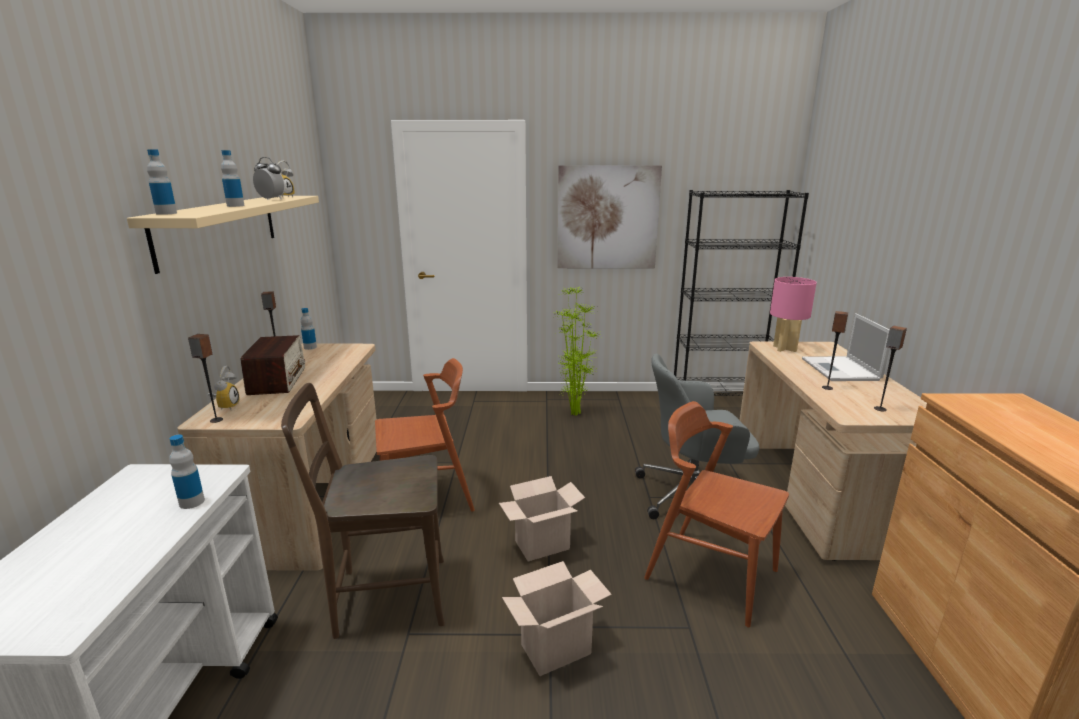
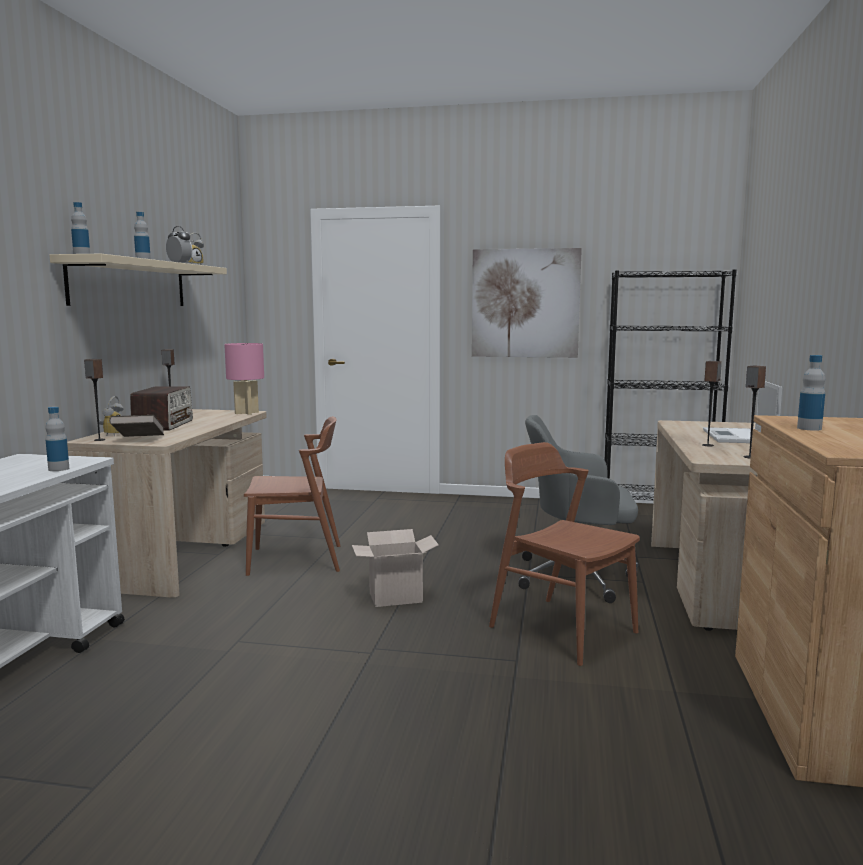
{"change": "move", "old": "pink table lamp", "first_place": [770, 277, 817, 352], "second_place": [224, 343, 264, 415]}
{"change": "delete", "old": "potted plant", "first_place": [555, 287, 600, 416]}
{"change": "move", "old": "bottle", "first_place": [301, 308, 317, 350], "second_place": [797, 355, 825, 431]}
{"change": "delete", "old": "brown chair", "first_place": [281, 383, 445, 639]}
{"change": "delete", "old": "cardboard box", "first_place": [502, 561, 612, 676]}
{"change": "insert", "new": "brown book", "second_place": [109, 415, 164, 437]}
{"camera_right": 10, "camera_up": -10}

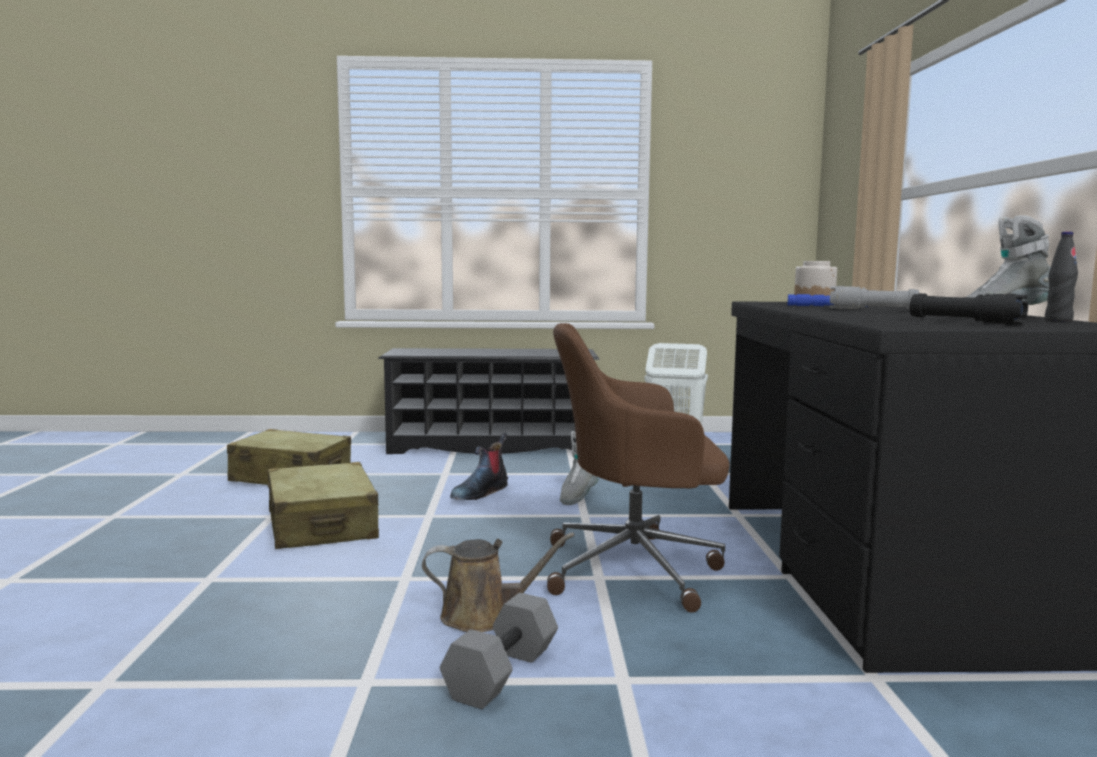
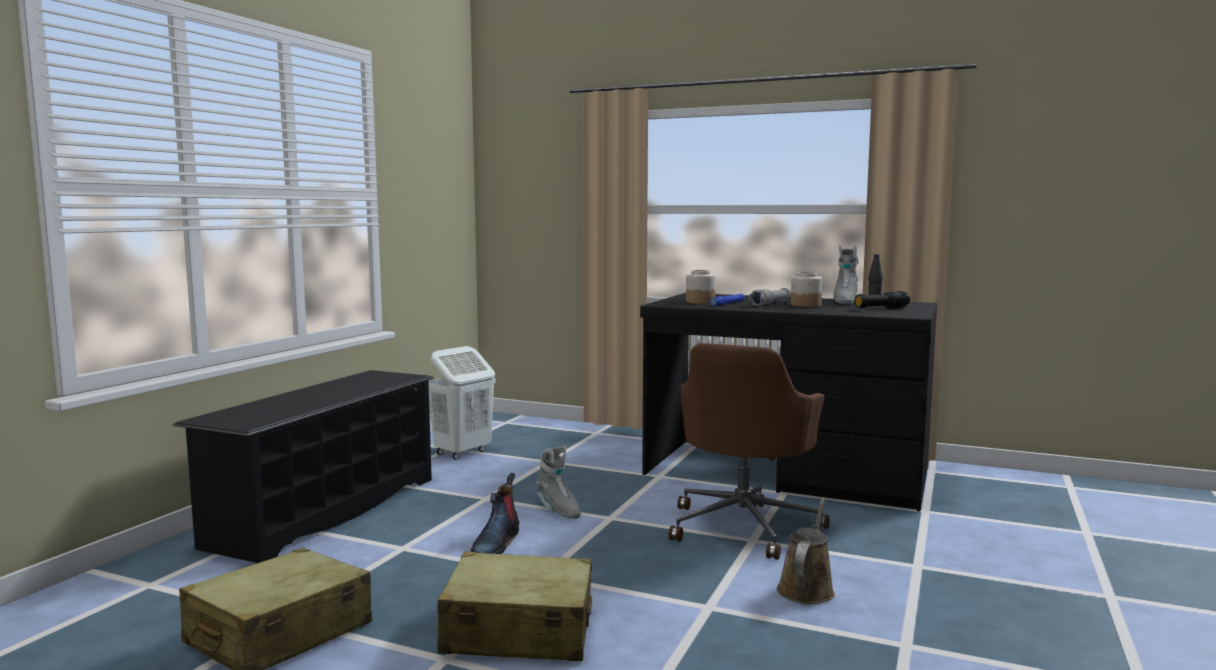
{"change": "rotate", "old": "boot", "first_place": [450, 433, 508, 500], "second_place": [471, 473, 519, 554], "degrees": 45}
{"change": "delete", "old": "grey dumbbell", "first_place": [440, 593, 558, 709]}
{"change": "insert", "new": "jar", "second_place": [791, 272, 822, 307]}
{"camera_right": -65, "camera_up": 0}

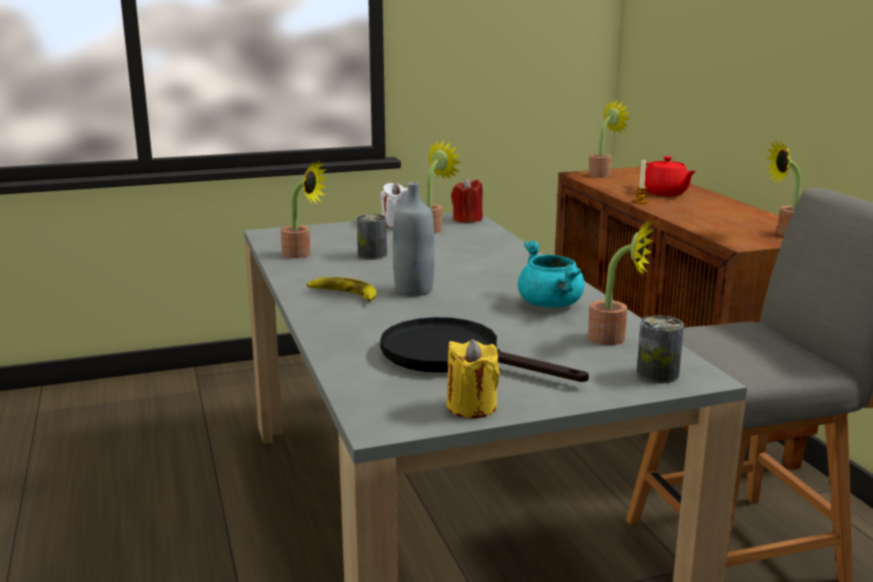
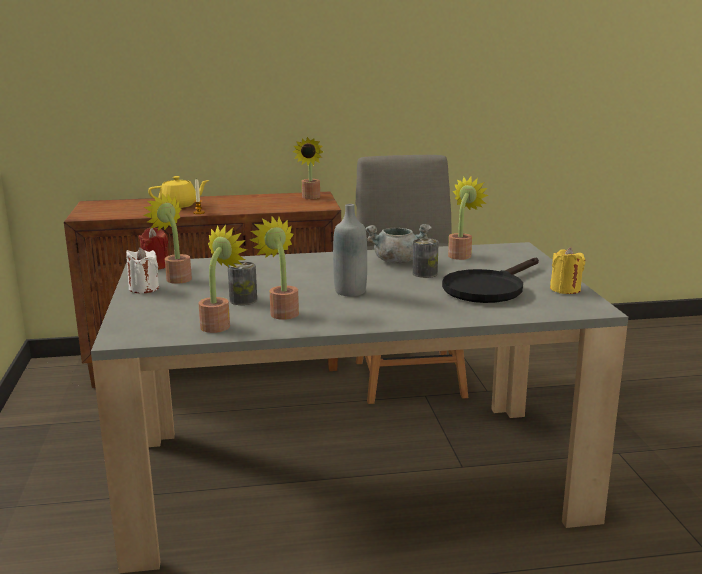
{"change": "move", "old": "potted plant", "first_place": [589, 100, 631, 178], "second_place": [250, 216, 299, 320]}
{"change": "recolor", "old": "red teapot", "new": "yellow teapot", "first_place": [644, 156, 696, 196], "second_place": [148, 176, 209, 208]}
{"change": "recolor", "old": "turquoise cooking pot", "new": "grey cooking pot", "first_place": [518, 241, 584, 308], "second_place": [365, 224, 432, 264]}
{"change": "delete", "old": "banana", "first_place": [307, 277, 377, 302]}
{"change": "move", "old": "can", "first_place": [637, 315, 684, 383], "second_place": [412, 238, 439, 278]}
{"camera_right": -80, "camera_up": 0}

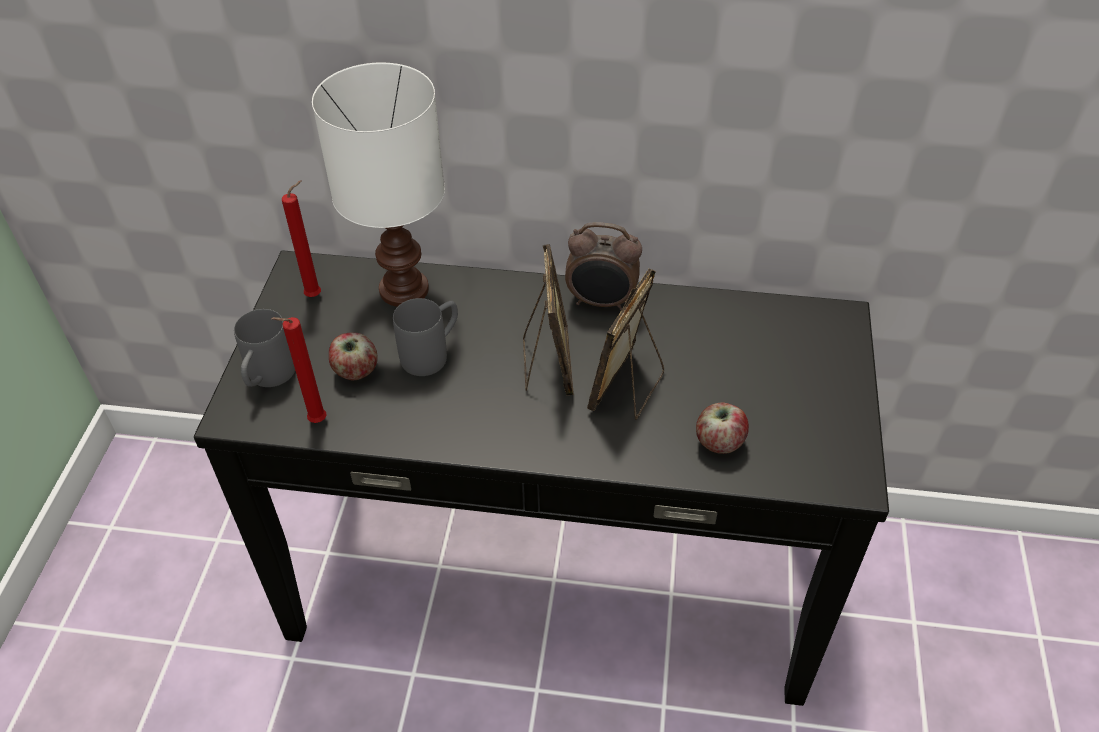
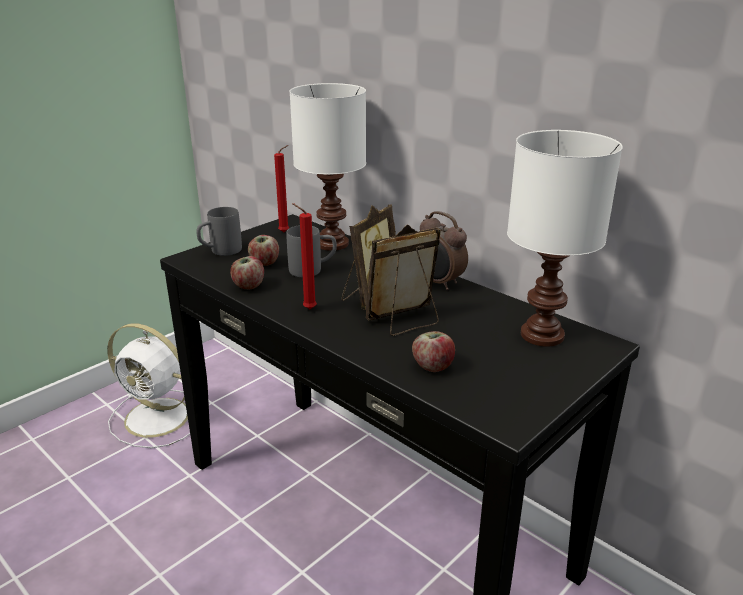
{"change": "move", "old": "red candle", "first_place": [271, 317, 326, 423], "second_place": [292, 203, 317, 309]}
{"change": "insert", "new": "white table lamp", "second_place": [507, 130, 623, 347]}
{"change": "insert", "new": "apple", "second_place": [230, 256, 264, 289]}
{"change": "insert", "new": "white fan", "second_place": [107, 323, 190, 448]}
{"camera_right": 35, "camera_up": -20}

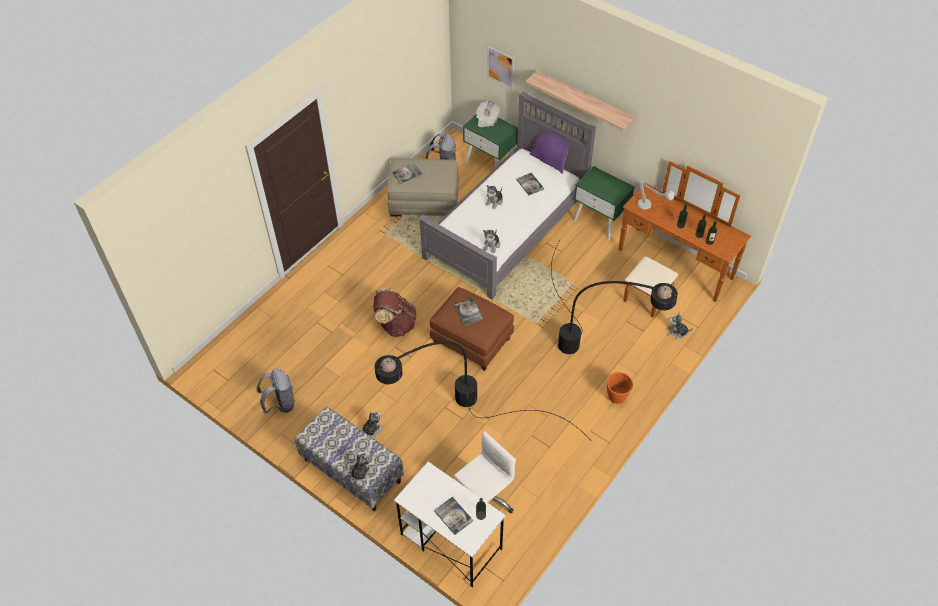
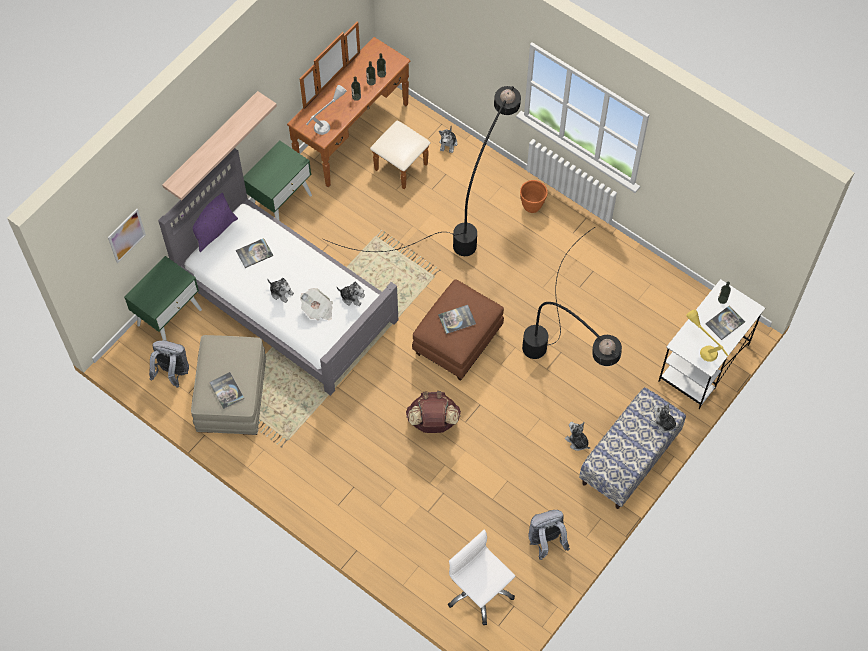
{"change": "move", "old": "newspaper", "first_place": [476, 100, 500, 127], "second_place": [300, 288, 333, 320]}
{"change": "move", "old": "white office chair", "first_place": [454, 431, 516, 513], "second_place": [448, 530, 515, 625]}
{"change": "insert", "new": "yellow table lamp", "second_place": [686, 310, 729, 362]}
{"camera_right": -90, "camera_up": 10}

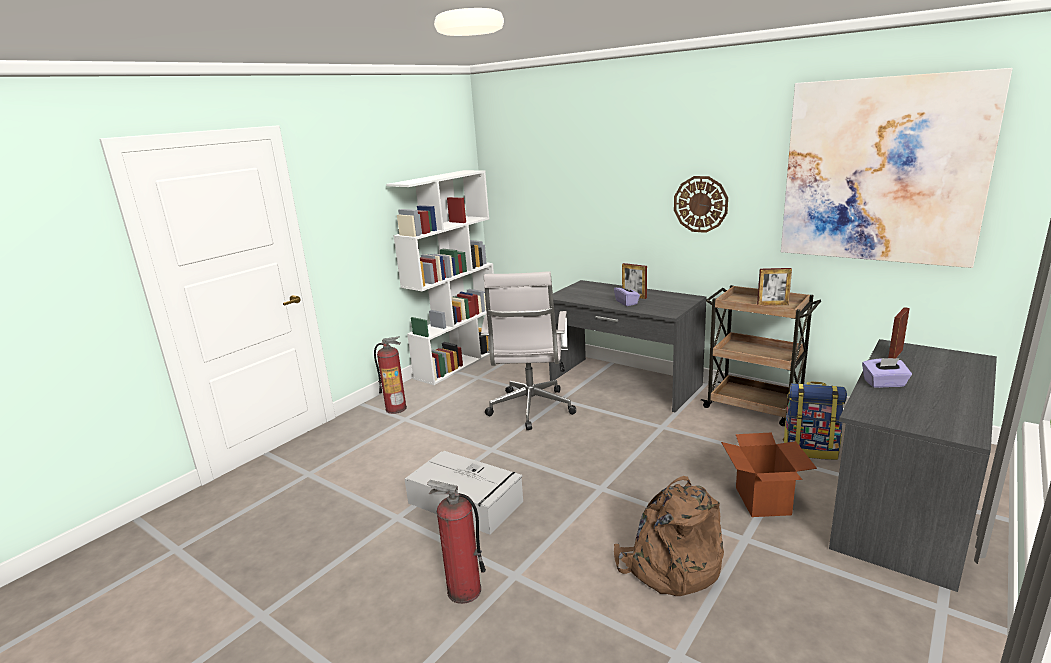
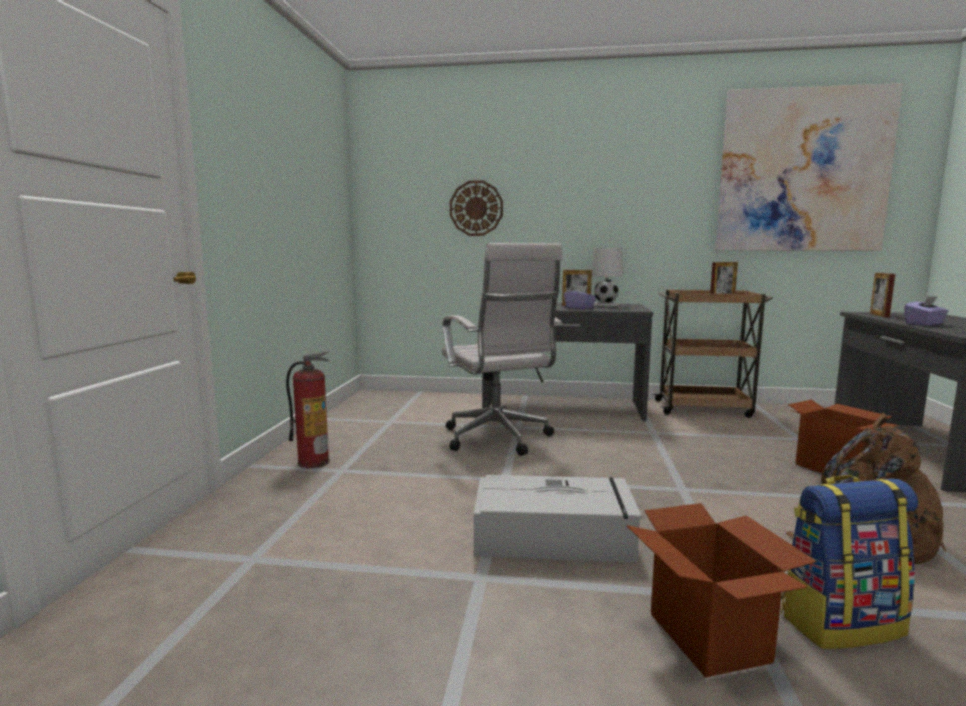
{"change": "delete", "old": "white bookcase", "first_place": [386, 170, 494, 385]}
{"change": "move", "old": "wall clock", "first_place": [674, 176, 728, 233], "second_place": [450, 180, 503, 236]}
{"change": "move", "old": "backpack", "first_place": [783, 381, 847, 460], "second_place": [781, 475, 918, 649]}
{"change": "replace", "old": "fire extinguisher", "new": "cardboard box", "first_place": [427, 480, 486, 604], "second_place": [626, 503, 817, 678]}
{"change": "insert", "new": "white table lamp", "second_place": [591, 248, 624, 306]}
{"camera_right": -30, "camera_up": -10}

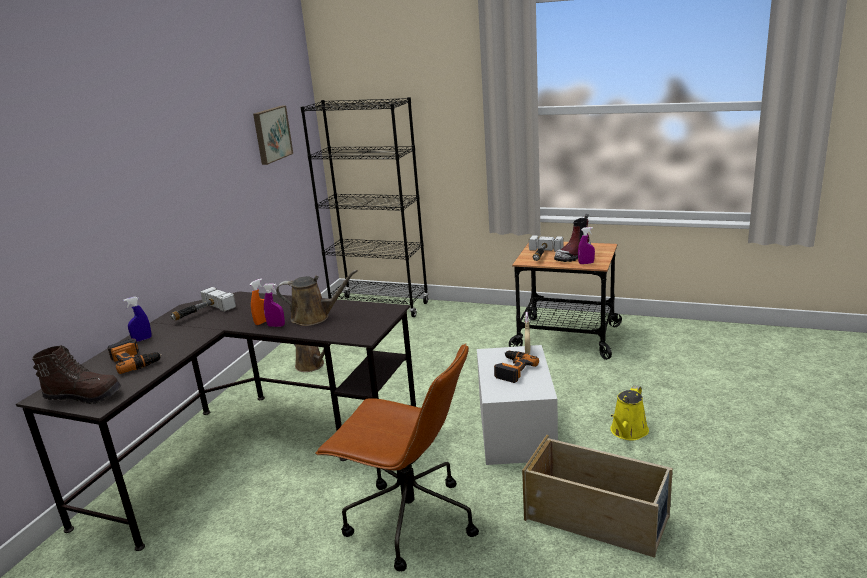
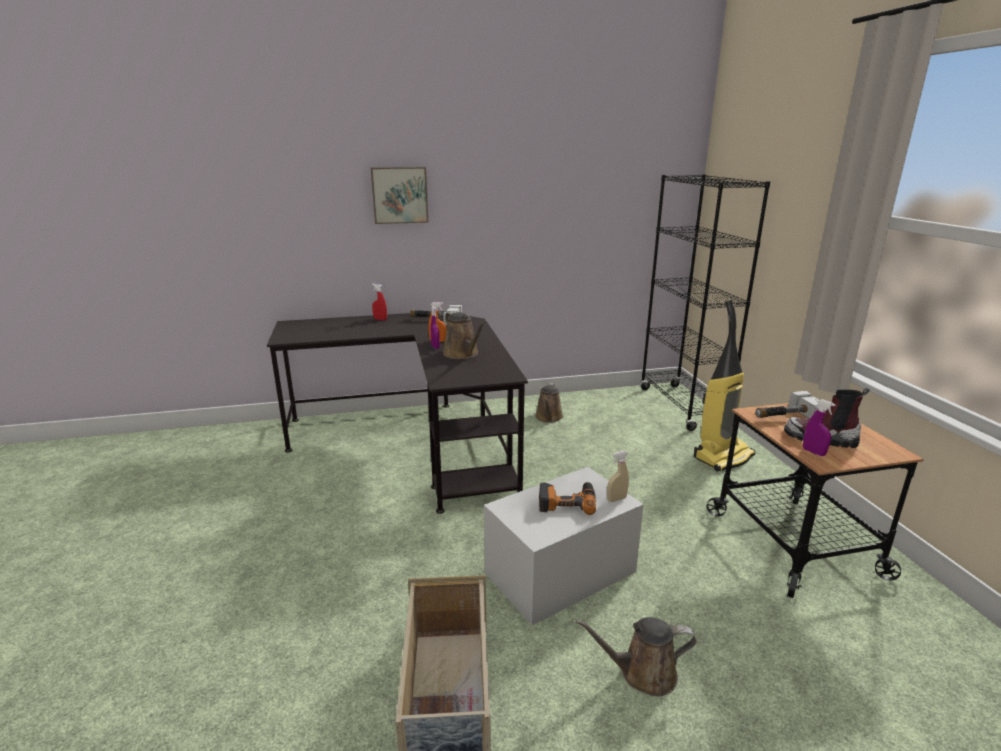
{"change": "move", "old": "picture", "first_place": [253, 106, 293, 165], "second_place": [371, 167, 428, 224]}
{"change": "recolor", "old": "blue spray bottle", "new": "red spray bottle", "first_place": [123, 297, 152, 342], "second_place": [372, 284, 387, 320]}
{"change": "delete", "old": "power drill", "first_place": [108, 338, 162, 374]}
{"change": "delete", "old": "brown office chair", "first_place": [315, 343, 479, 572]}
{"change": "delete", "old": "brown boot", "first_place": [32, 345, 121, 404]}
{"change": "recolor", "old": "yellow watering can", "new": "brown watering can", "first_place": [610, 386, 649, 440], "second_place": [575, 617, 697, 696]}
{"change": "insert", "new": "vacuum cleaner", "second_place": [693, 300, 755, 472]}
{"camera_right": 55, "camera_up": 0}

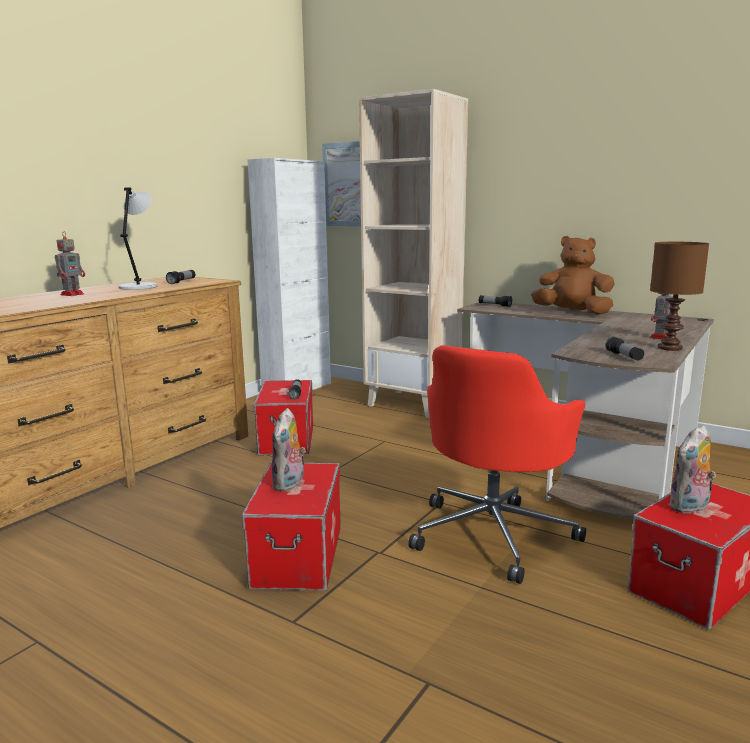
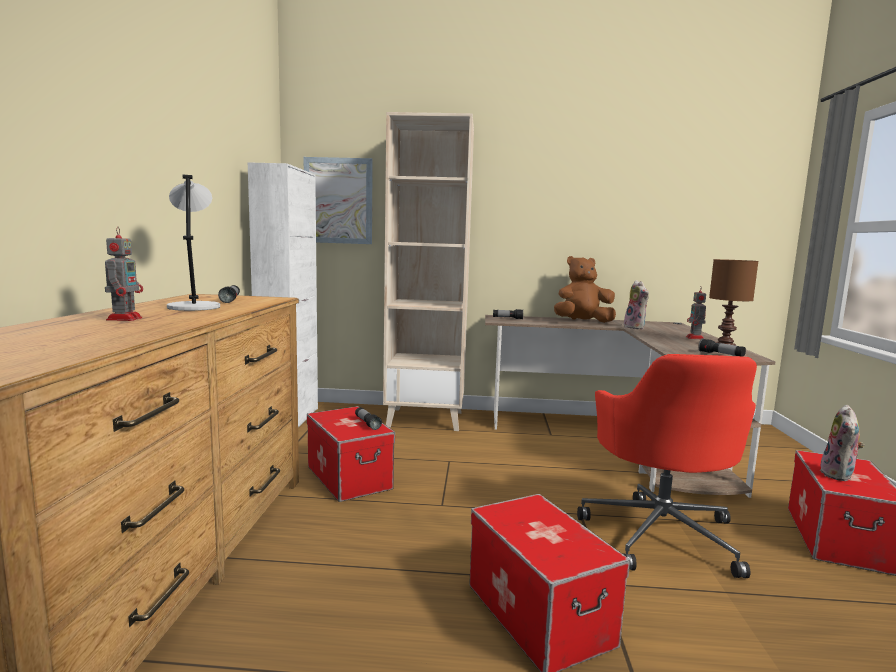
{"change": "move", "old": "plush toy", "first_place": [272, 408, 306, 492], "second_place": [624, 280, 649, 330]}
{"camera_right": -30, "camera_up": -5}

